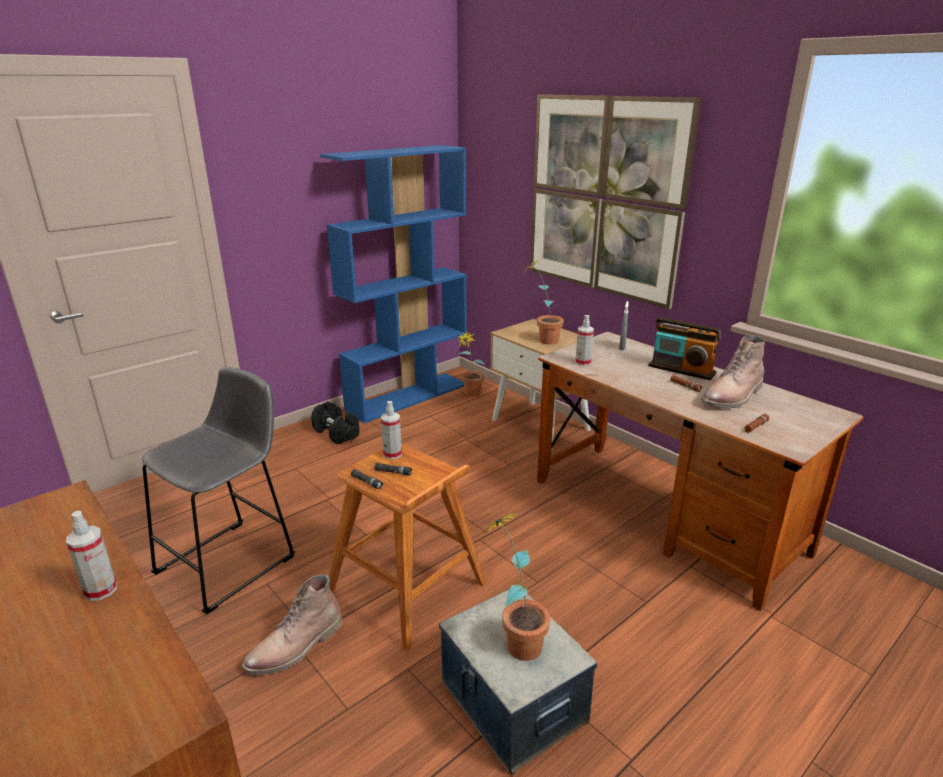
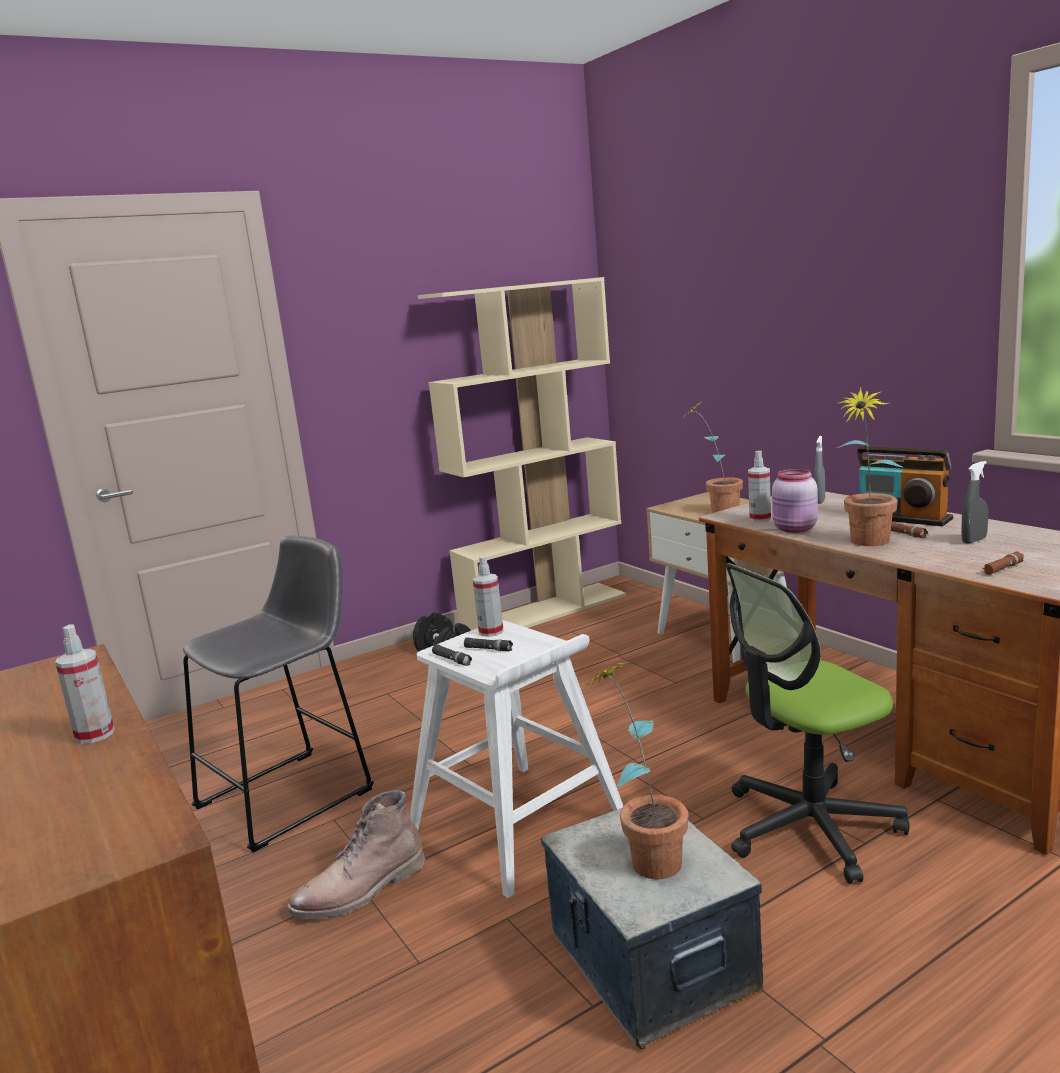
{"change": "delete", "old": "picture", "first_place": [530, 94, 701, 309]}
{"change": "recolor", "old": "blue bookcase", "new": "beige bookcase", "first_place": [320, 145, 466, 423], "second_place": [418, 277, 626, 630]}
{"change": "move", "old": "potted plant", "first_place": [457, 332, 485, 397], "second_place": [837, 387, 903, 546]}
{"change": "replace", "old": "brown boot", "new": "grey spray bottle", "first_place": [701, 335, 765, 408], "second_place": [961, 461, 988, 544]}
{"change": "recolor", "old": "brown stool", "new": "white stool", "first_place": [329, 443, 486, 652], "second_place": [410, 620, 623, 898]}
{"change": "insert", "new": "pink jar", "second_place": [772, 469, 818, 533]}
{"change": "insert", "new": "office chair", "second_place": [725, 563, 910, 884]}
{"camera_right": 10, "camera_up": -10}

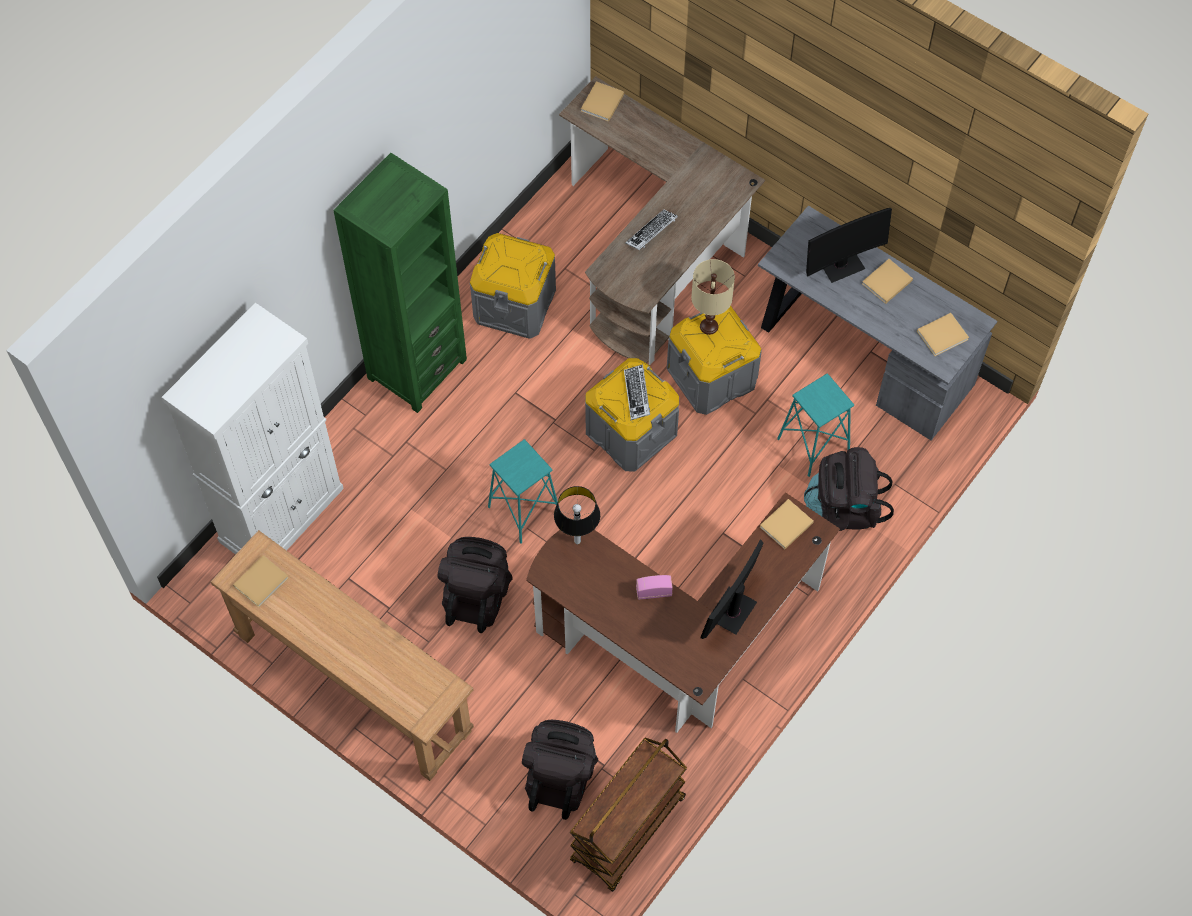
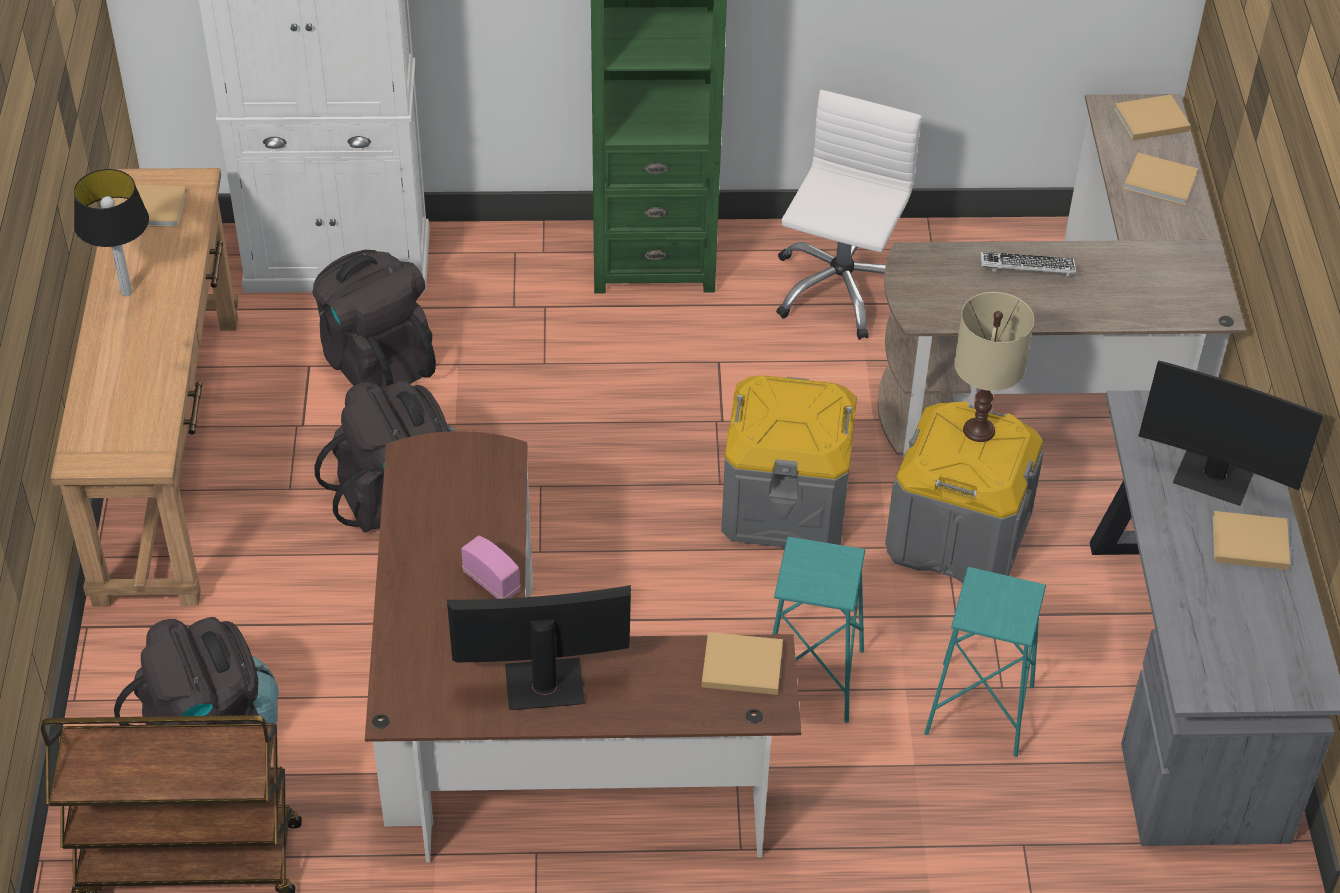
{"change": "replace", "old": "grey storage box", "new": "white office chair", "first_place": [470, 233, 556, 339], "second_place": [776, 90, 922, 340]}
{"change": "move", "old": "beige book", "first_place": [917, 313, 969, 356], "second_place": [1124, 153, 1198, 206]}
{"change": "delete", "old": "keyboard", "first_place": [624, 364, 650, 420]}
{"change": "move", "old": "turquoise stool", "first_place": [488, 439, 560, 544], "second_place": [772, 537, 865, 723]}
{"change": "move", "old": "black backpack", "first_place": [804, 447, 894, 531], "second_place": [312, 250, 436, 390]}
{"change": "move", "old": "table lamp", "first_place": [554, 486, 600, 544], "second_place": [74, 169, 149, 296]}
{"camera_right": 50, "camera_up": -15}

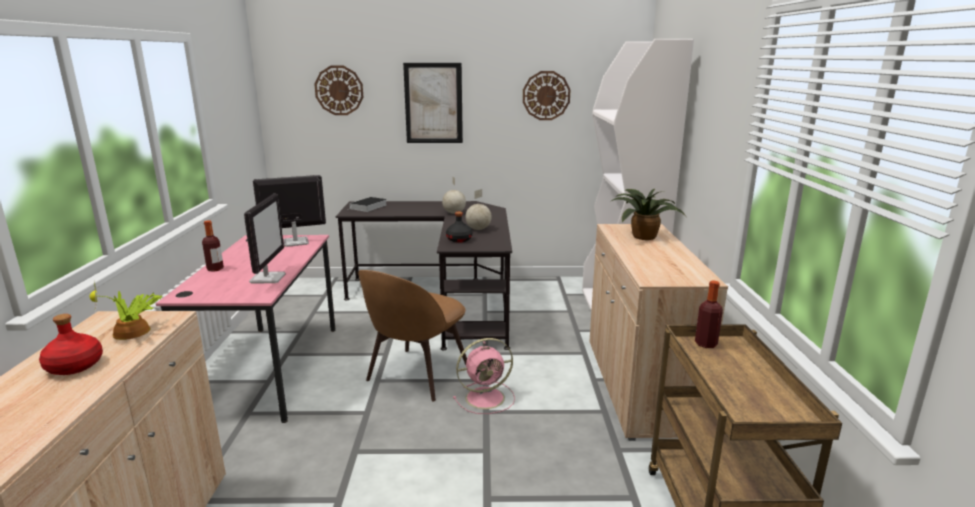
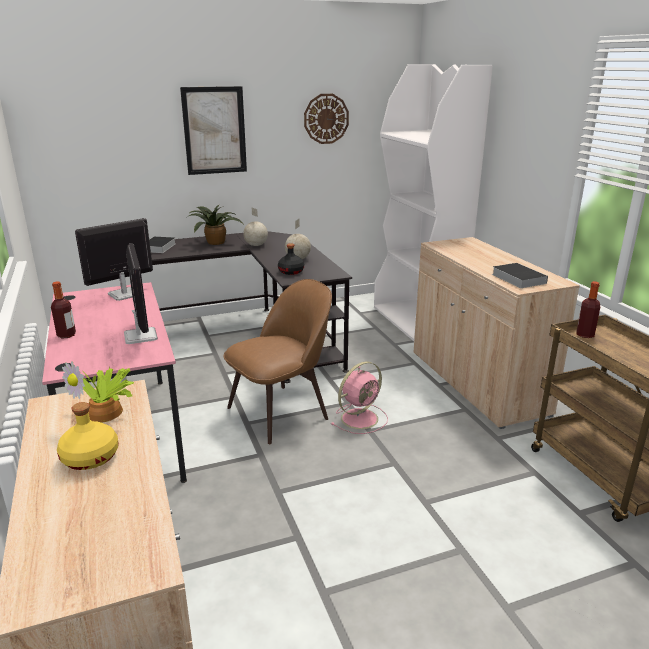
{"change": "delete", "old": "wall clock", "first_place": [314, 66, 363, 115]}
{"change": "move", "old": "potted plant", "first_place": [610, 189, 686, 240], "second_place": [189, 205, 243, 245]}
{"change": "rotate", "old": "brown chair", "first_place": [358, 270, 467, 402], "second_place": [223, 279, 332, 444], "degrees": -135}
{"change": "recolor", "old": "red bottle", "new": "yellow bottle", "first_place": [39, 314, 103, 375], "second_place": [57, 402, 119, 470]}
{"change": "insert", "new": "book", "second_place": [492, 263, 548, 288]}
{"camera_right": -20, "camera_up": 5}

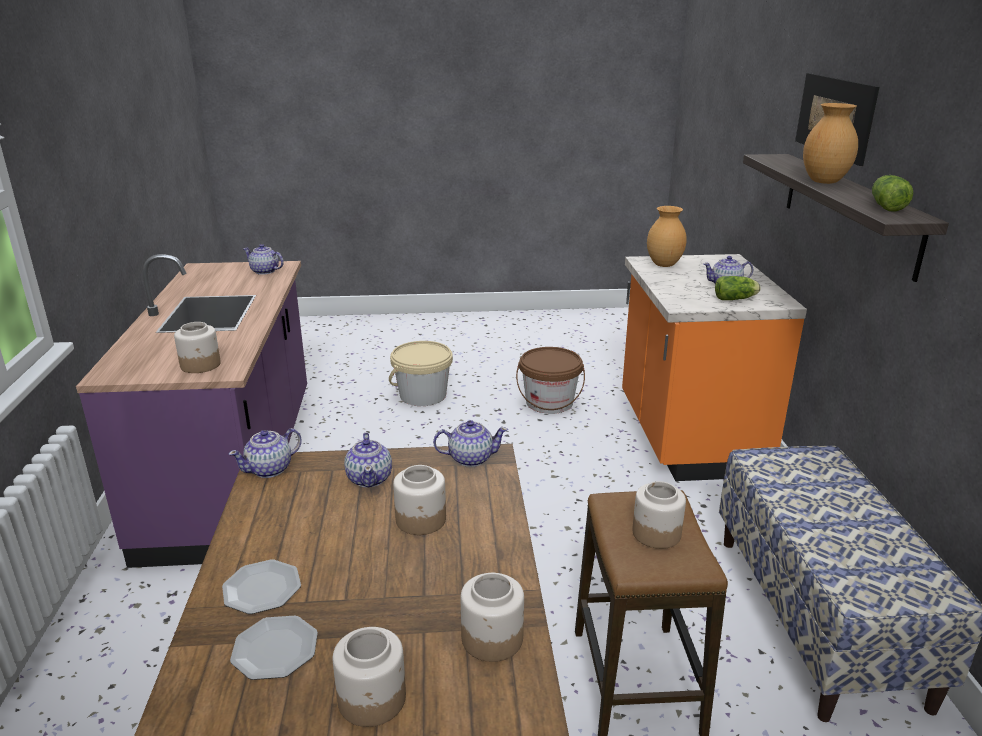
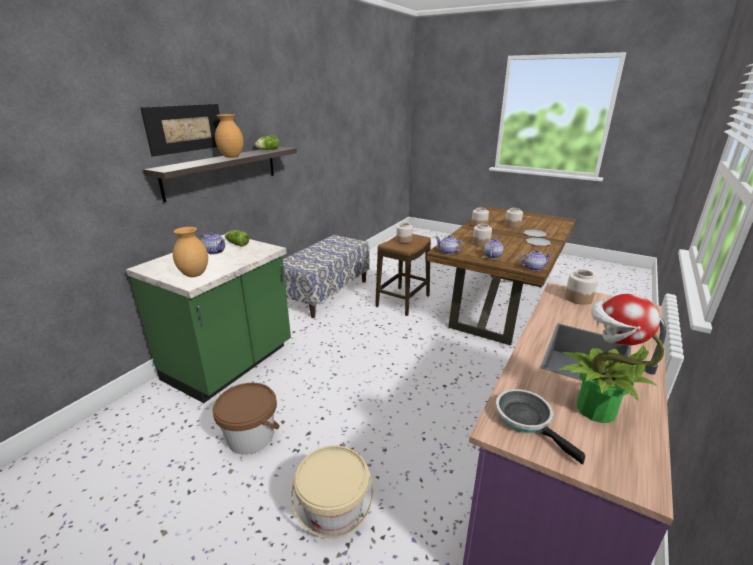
{"change": "replace", "old": "teapot", "new": "frying pan", "first_place": [243, 244, 284, 275], "second_place": [496, 389, 585, 465]}
{"change": "recolor", "old": "orange counter", "new": "green counter", "first_place": [622, 254, 807, 481], "second_place": [126, 234, 291, 403]}
{"change": "insert", "new": "potted plant", "second_place": [559, 294, 664, 423]}
{"camera_right": -145, "camera_up": 0}

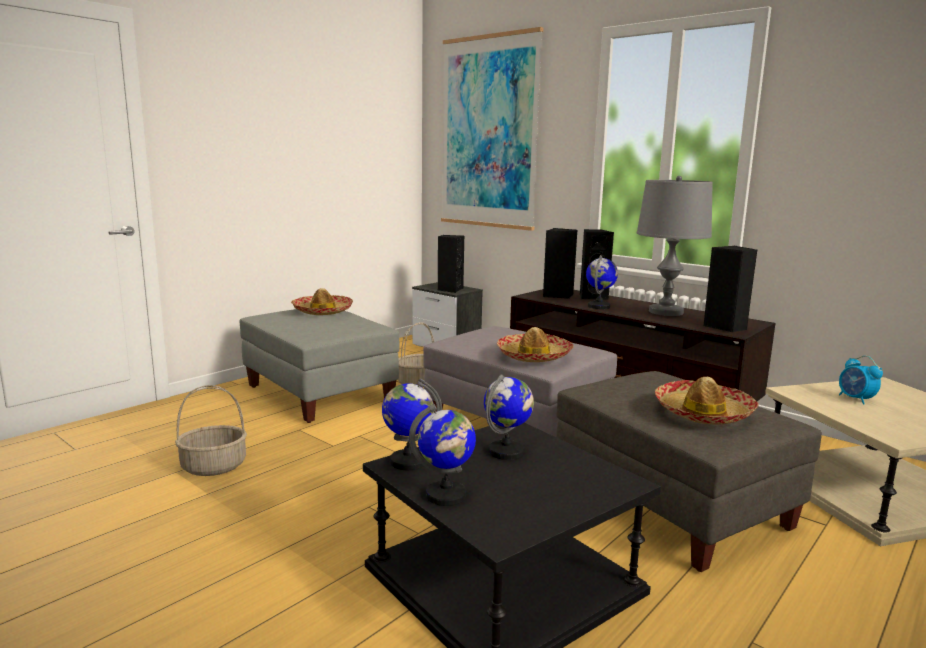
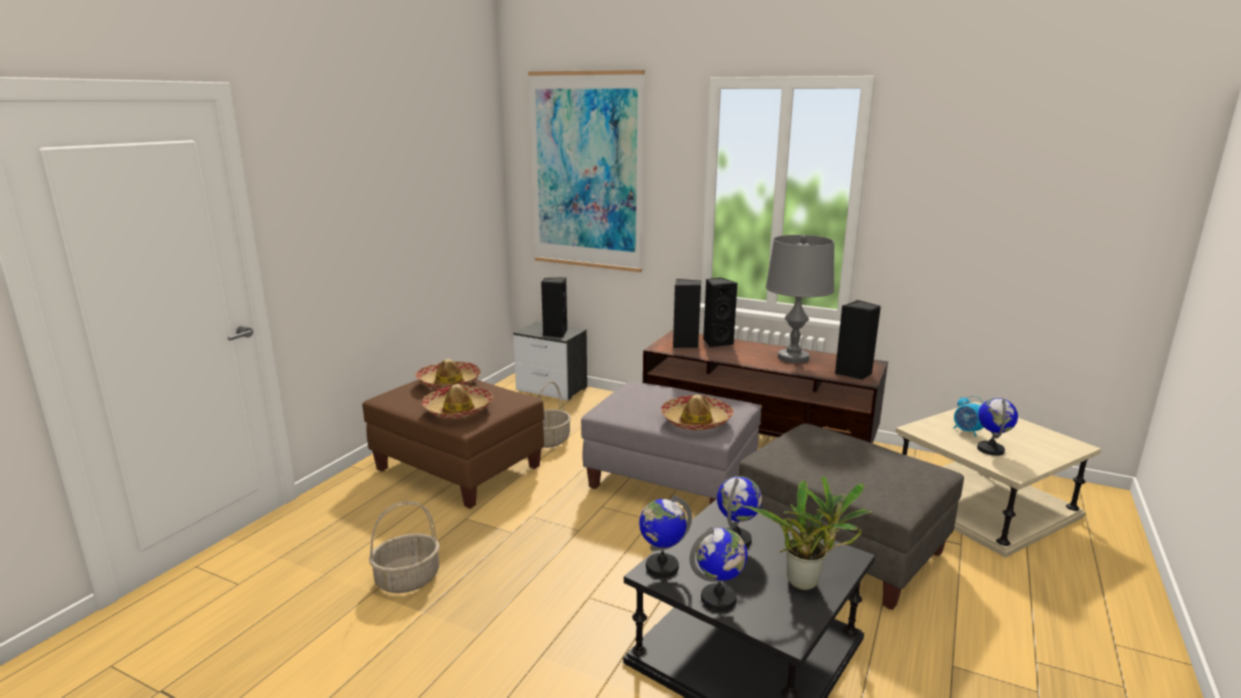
{"change": "move", "old": "globe", "first_place": [586, 255, 618, 309], "second_place": [977, 398, 1018, 456]}
{"change": "recolor", "old": "grey ottoman", "new": "brown ottoman", "first_place": [239, 309, 399, 423], "second_place": [362, 379, 544, 509]}
{"change": "move", "old": "hat", "first_place": [655, 377, 759, 425], "second_place": [422, 384, 493, 419]}
{"change": "insert", "new": "potted plant", "second_place": [744, 476, 872, 590]}
{"camera_right": -15, "camera_up": 5}

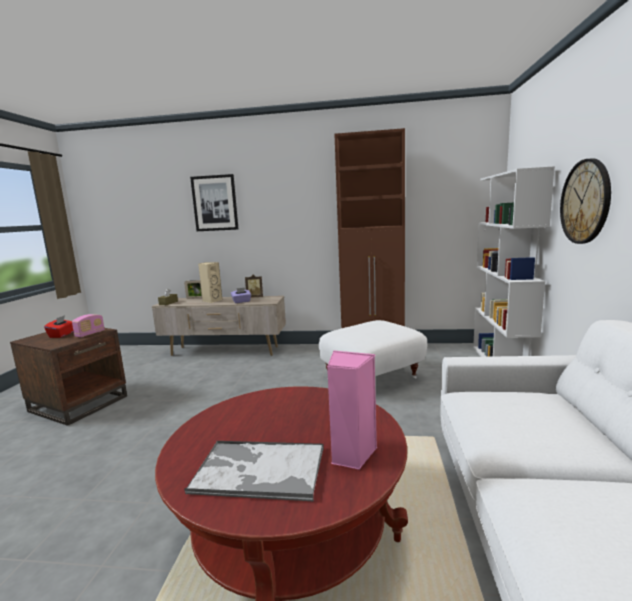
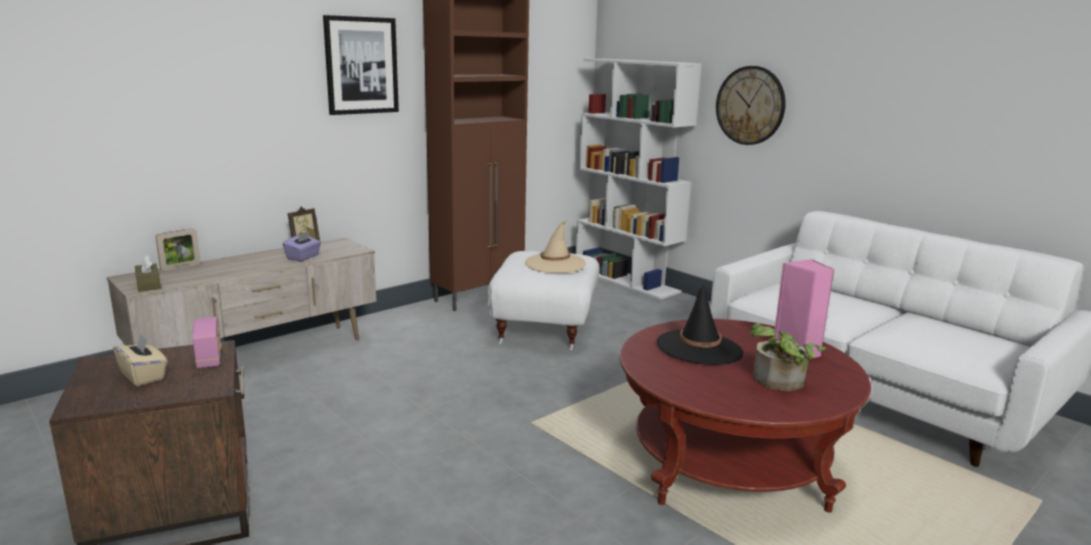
{"change": "move", "old": "picture", "first_place": [190, 174, 238, 231], "second_place": [323, 15, 399, 115]}
{"change": "delete", "old": "beige speaker", "first_place": [198, 262, 223, 303]}
{"change": "recolor", "old": "red tissue box", "new": "beige tissue box", "first_place": [44, 315, 74, 338], "second_place": [113, 334, 167, 386]}
{"change": "replace", "old": "tray", "new": "potted plant", "first_place": [184, 441, 324, 502], "second_place": [750, 323, 826, 391]}
{"change": "insert", "new": "beige hat", "second_place": [525, 221, 586, 273]}
{"change": "insert", "new": "black hat", "second_place": [657, 283, 744, 365]}
{"camera_right": -50, "camera_up": 5}

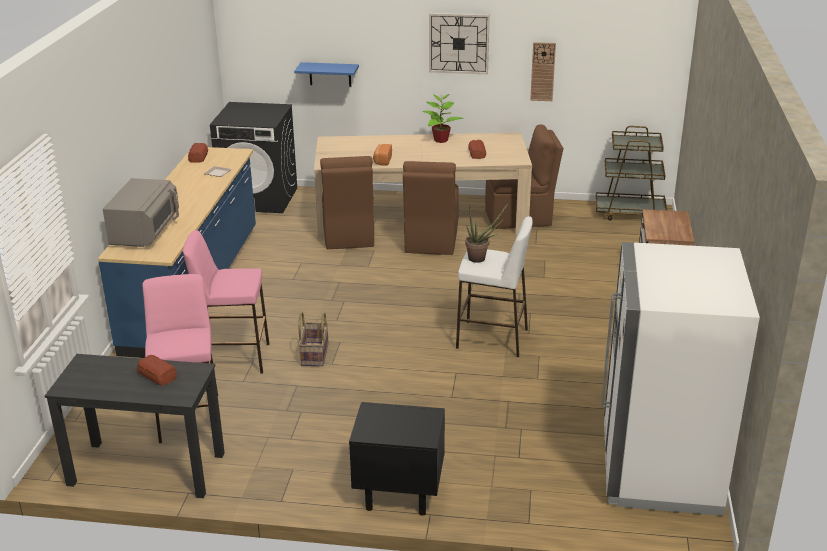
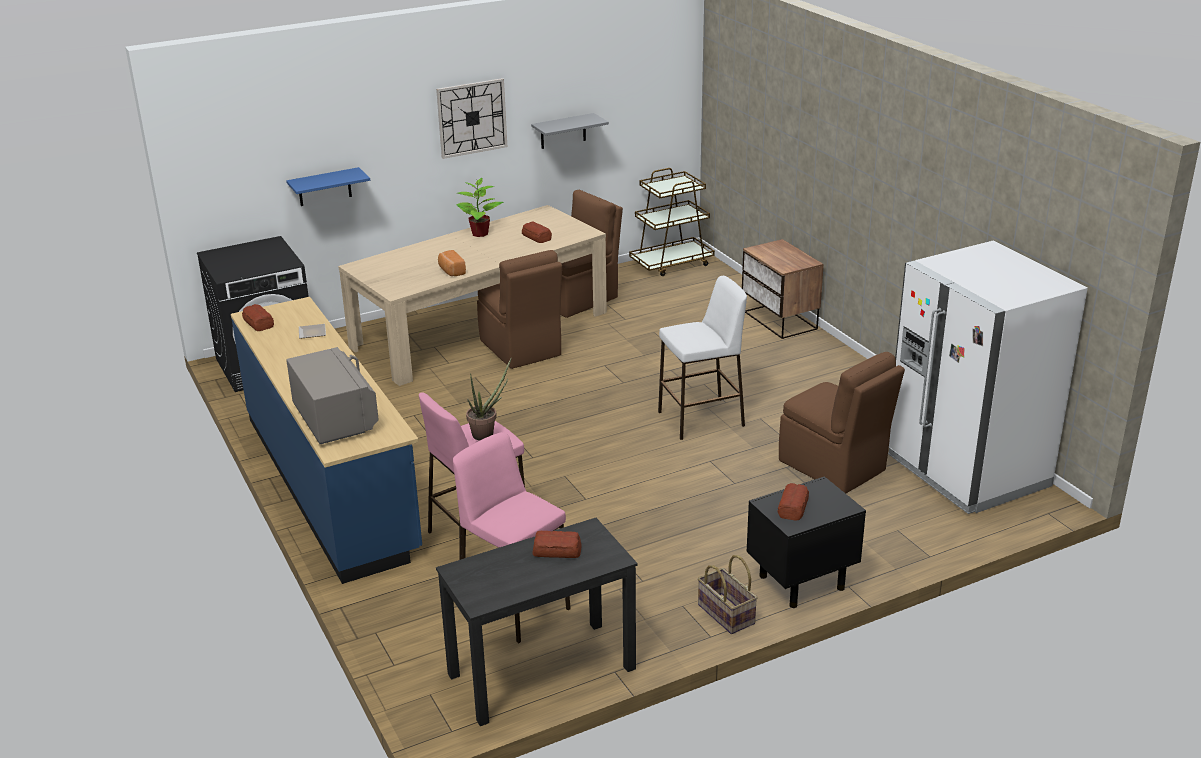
{"change": "replace", "old": "wall clock", "new": "grey shelf", "first_place": [530, 42, 556, 101], "second_place": [531, 113, 609, 149]}
{"change": "move", "old": "brown chair", "first_place": [320, 156, 374, 249], "second_place": [779, 352, 905, 493]}
{"change": "move", "old": "potted plant", "first_place": [465, 204, 508, 263], "second_place": [466, 357, 512, 441]}
{"change": "move", "old": "basket", "first_place": [299, 312, 329, 366], "second_place": [698, 555, 758, 634]}
{"change": "insert", "new": "bread", "second_place": [778, 483, 809, 521]}
{"camera_right": -35, "camera_up": 0}

